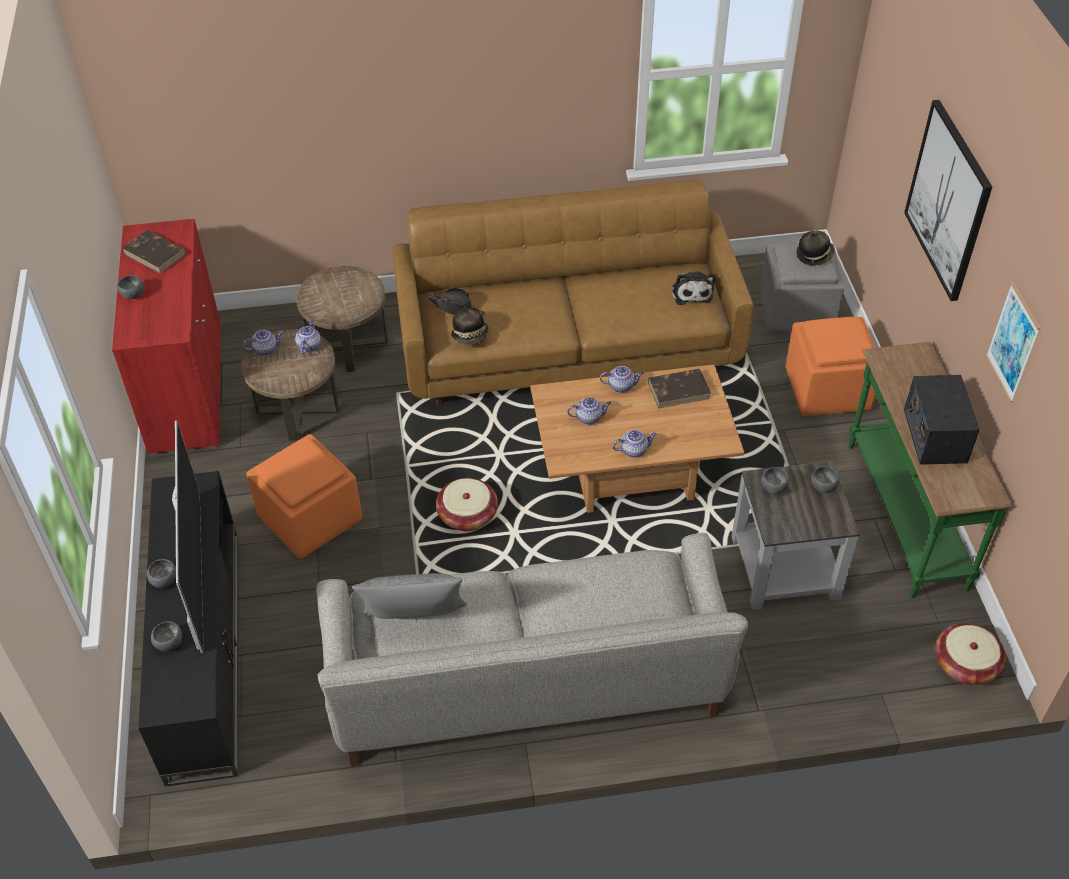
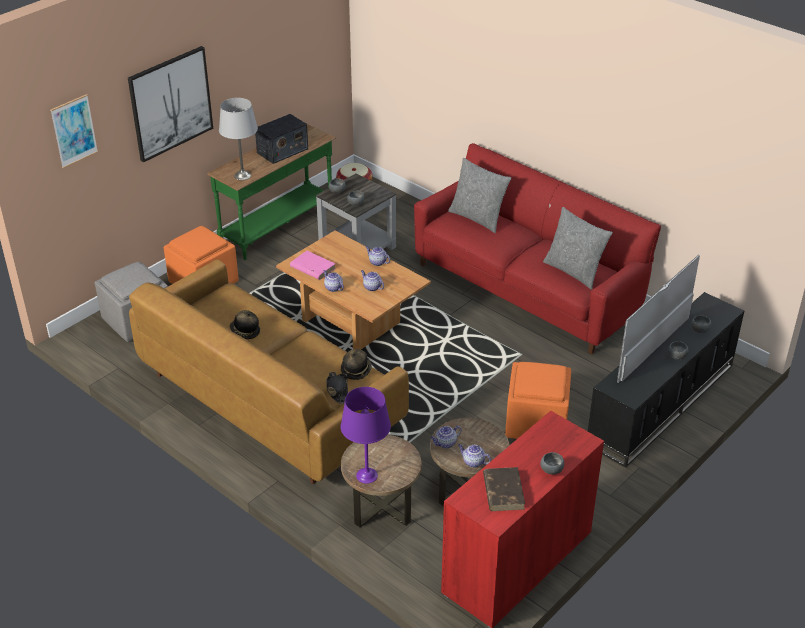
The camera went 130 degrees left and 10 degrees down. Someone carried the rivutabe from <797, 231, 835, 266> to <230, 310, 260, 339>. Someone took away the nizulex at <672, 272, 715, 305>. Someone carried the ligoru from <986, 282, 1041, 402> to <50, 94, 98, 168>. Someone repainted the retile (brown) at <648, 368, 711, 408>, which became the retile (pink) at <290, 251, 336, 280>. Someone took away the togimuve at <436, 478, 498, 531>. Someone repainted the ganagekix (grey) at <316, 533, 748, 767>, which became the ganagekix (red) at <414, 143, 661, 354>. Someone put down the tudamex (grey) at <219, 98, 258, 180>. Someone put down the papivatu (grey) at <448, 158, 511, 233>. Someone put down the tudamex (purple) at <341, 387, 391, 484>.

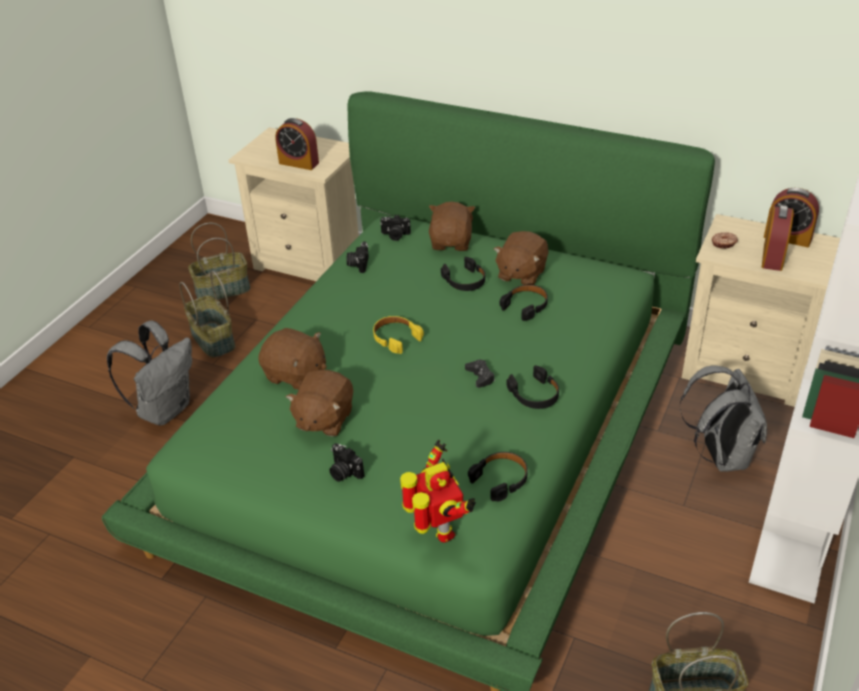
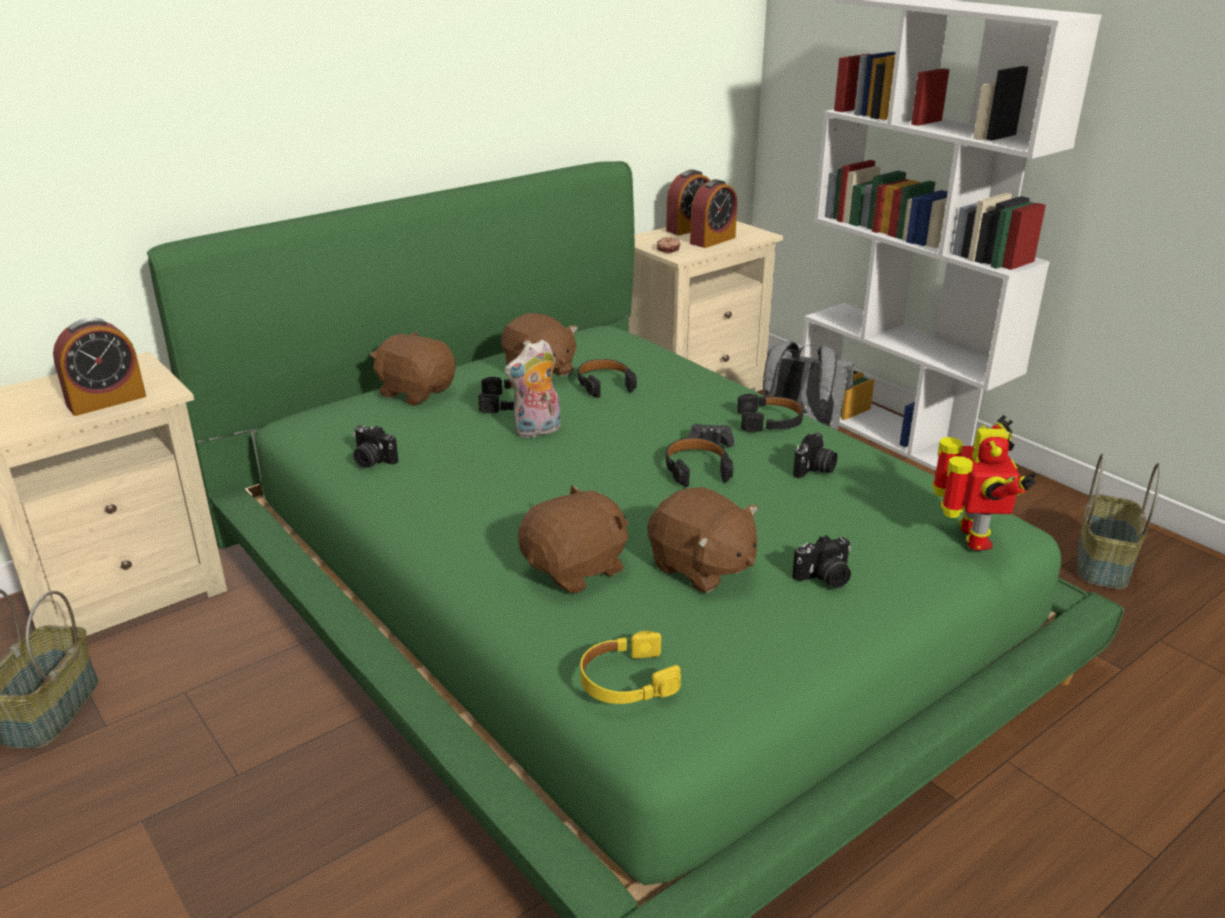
The camera went 65 degrees left and 10 degrees down. Someone rotated the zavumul at <762, 205, 794, 271> by 90 degrees clockwise. Someone carried the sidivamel from <380, 215, 411, 241> to <793, 432, 838, 478>. Someone took away the togimuve at <179, 271, 235, 358>. Someone carried the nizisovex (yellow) from <373, 316, 424, 354> to <580, 631, 681, 704>. Someone took away the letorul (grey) at <107, 320, 192, 425>. Someone rotated the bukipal at <400, 439, 476, 543> by 90 degrees clockwise. Someone carried the nizisovex (black) from <468, 452, 528, 502> to <666, 438, 733, 487>. Someone put down the nizulex at <504, 340, 561, 438>.

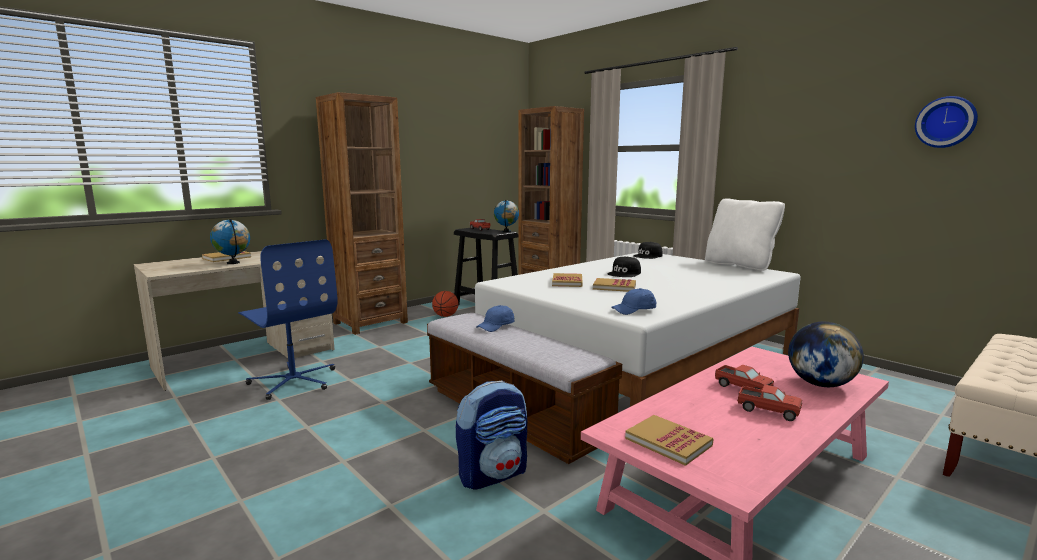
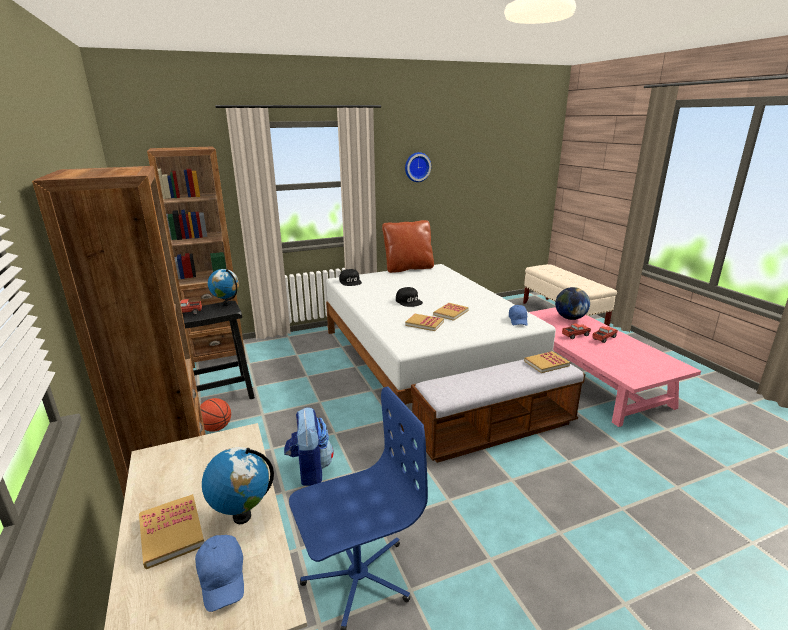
The camera went 70 degrees left and 10 degrees up. Someone carried the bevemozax from <915, 96, 978, 148> to <405, 152, 431, 182>. Someone repainted the papivatu (white) at <705, 198, 785, 271>, which became the papivatu (brown) at <382, 220, 434, 273>. Someone carried the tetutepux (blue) from <476, 305, 514, 332> to <195, 535, 244, 612>. Someone carried the letorul from <456, 380, 527, 490> to <284, 407, 334, 486>. Someone carried the retile from <625, 415, 713, 466> to <524, 351, 570, 373>.

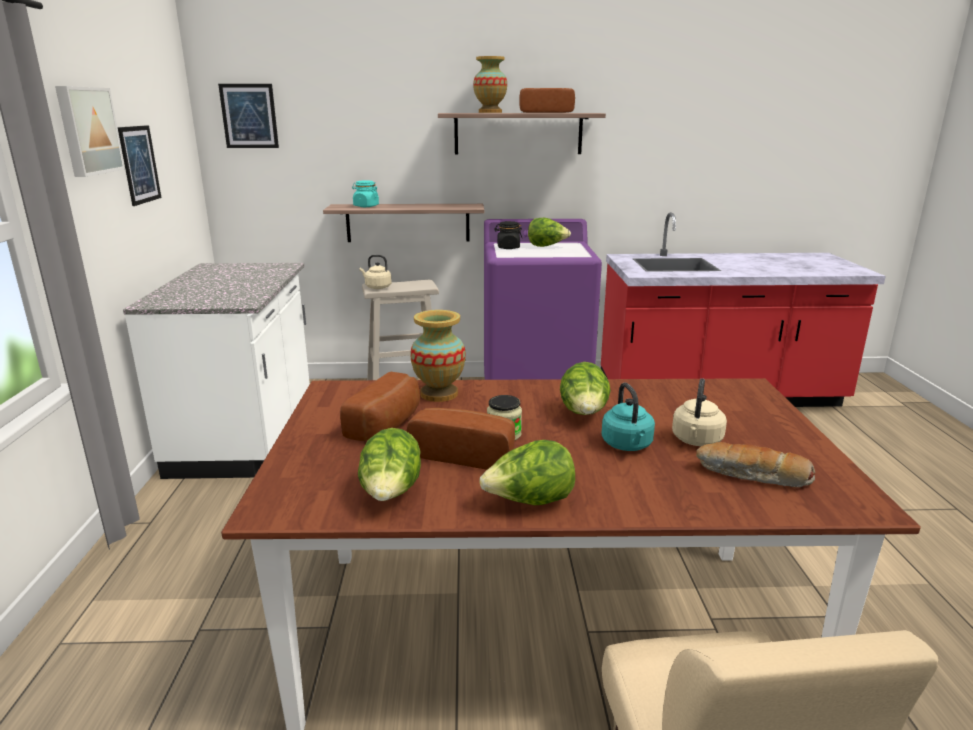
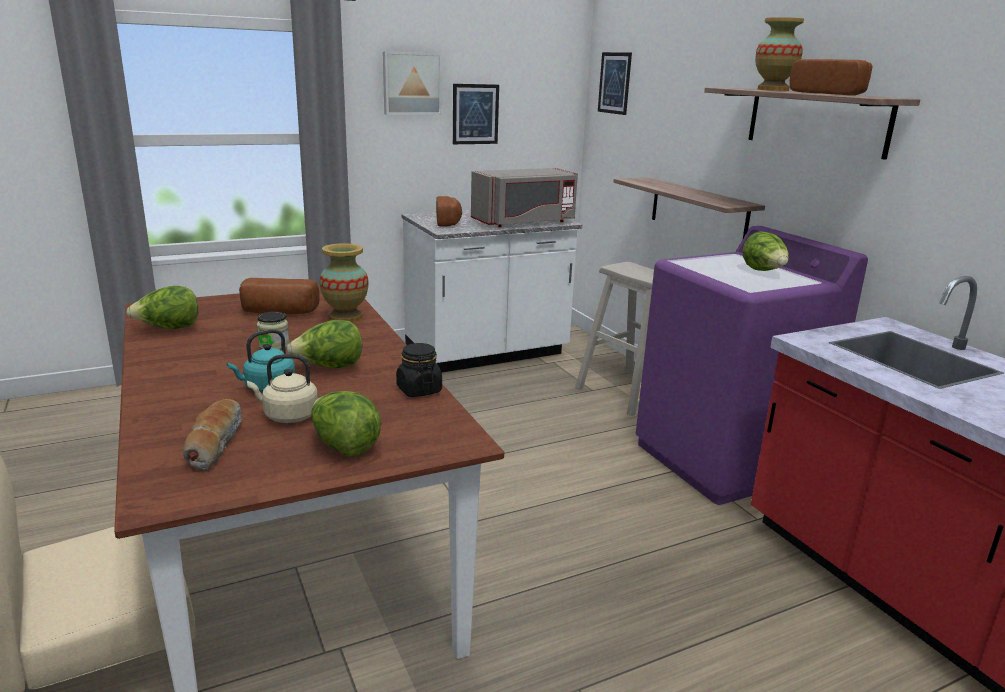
The camera went 65 degrees right and 0 degrees up. Someone took away the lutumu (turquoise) at <352, 180, 379, 207>. Someone carried the lutumu (black) from <494, 221, 522, 249> to <396, 343, 442, 397>. Someone took away the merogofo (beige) at <360, 255, 392, 289>. Someone carried the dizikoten from <406, 408, 515, 470> to <436, 196, 462, 227>. Someone carried the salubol from <480, 440, 575, 505> to <311, 391, 381, 456>. Someone put down the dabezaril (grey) at <471, 168, 578, 227>.

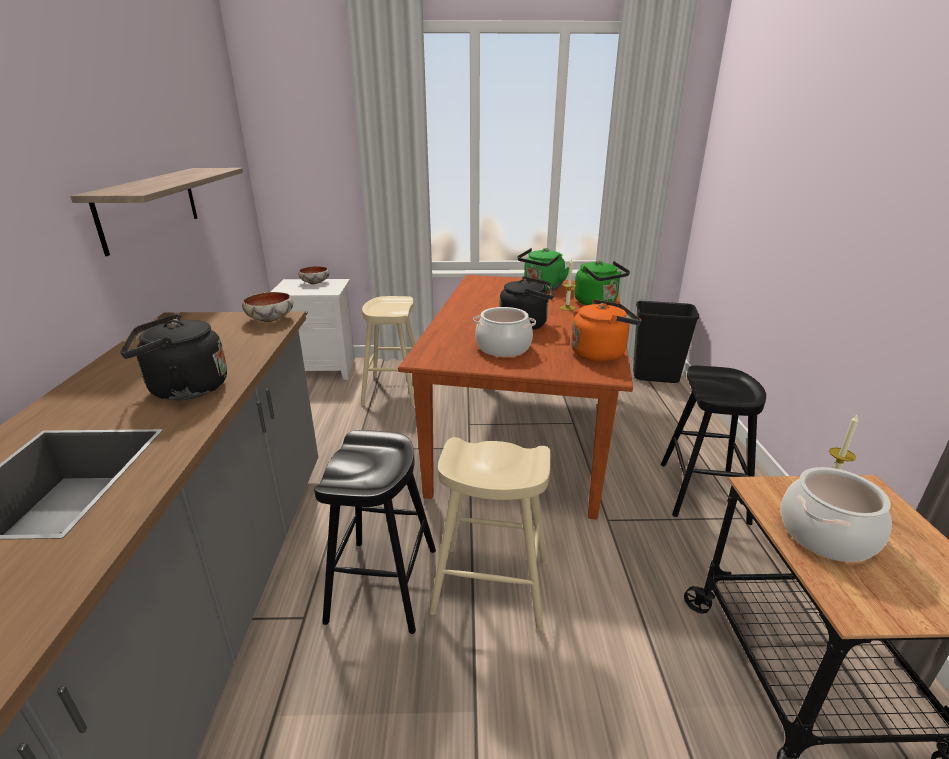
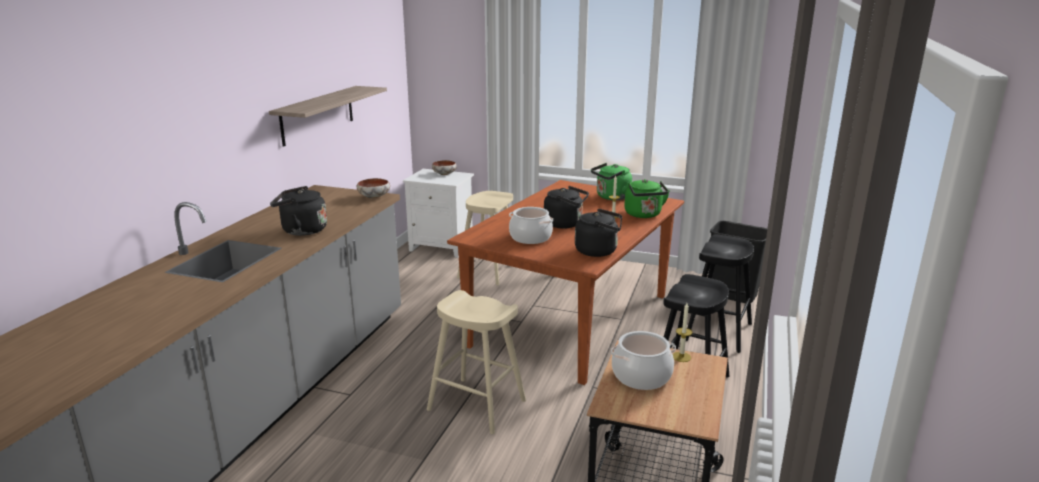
The camera went 20 degrees right and 5 degrees down. Someone repainted the merogofo (orange) at <571, 299, 642, 362>, which became the merogofo (black) at <575, 209, 622, 257>. Someone carried the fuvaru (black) from <314, 430, 436, 634> to <686, 235, 754, 353>.

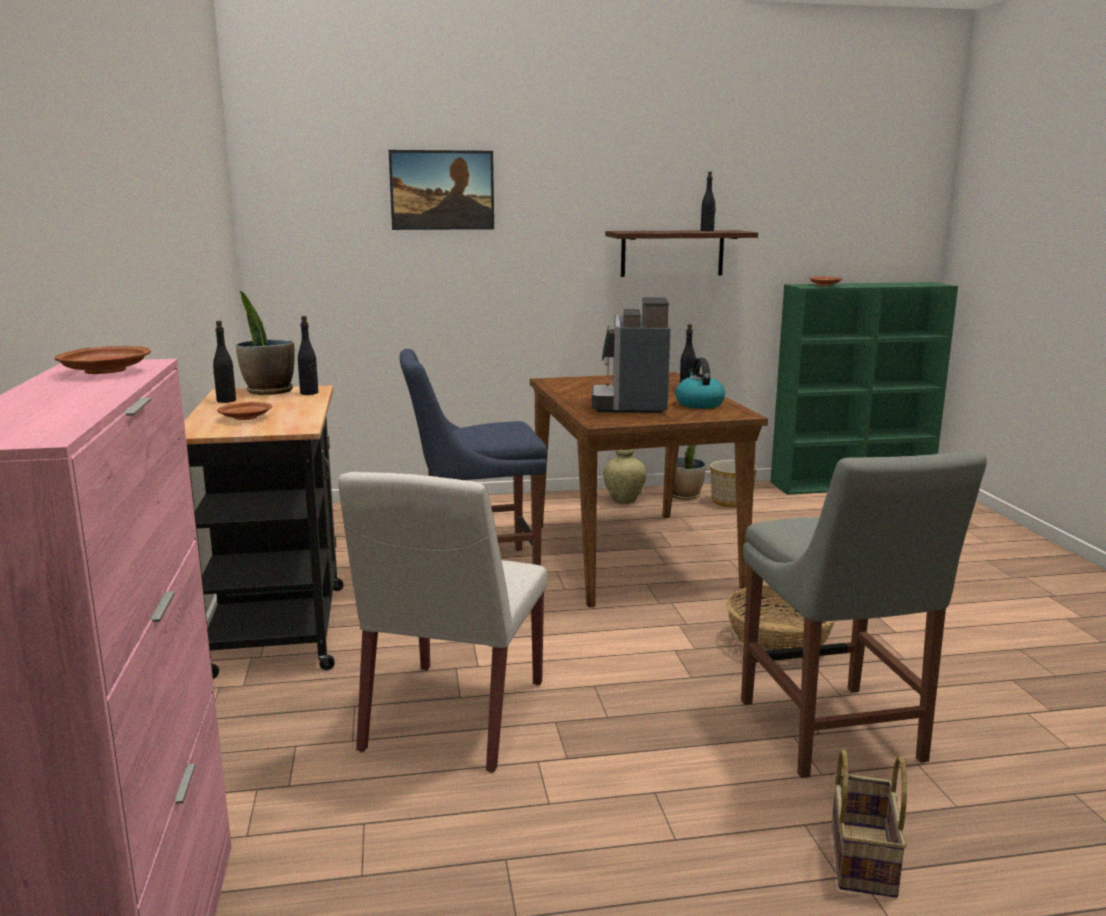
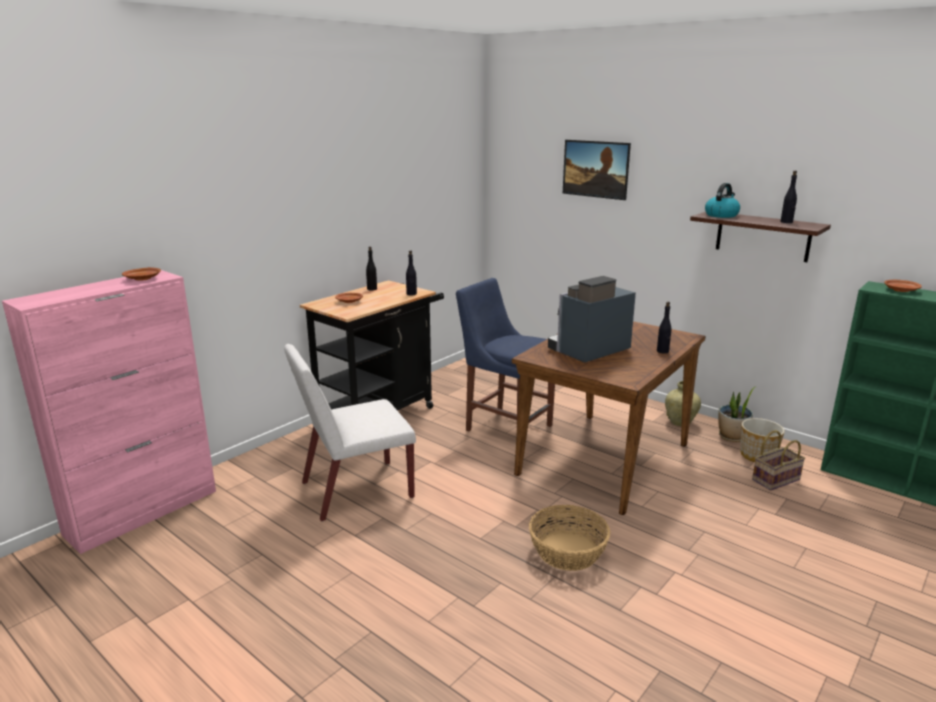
The camera went 50 degrees right and 5 degrees up. Someone took away the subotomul at <236, 291, 295, 395>. Someone carried the merogofo from <675, 358, 725, 409> to <705, 183, 740, 218>. Someone took away the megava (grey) at <741, 451, 987, 778>. Someone carried the togimuve from <832, 750, 907, 898> to <752, 430, 805, 490>.

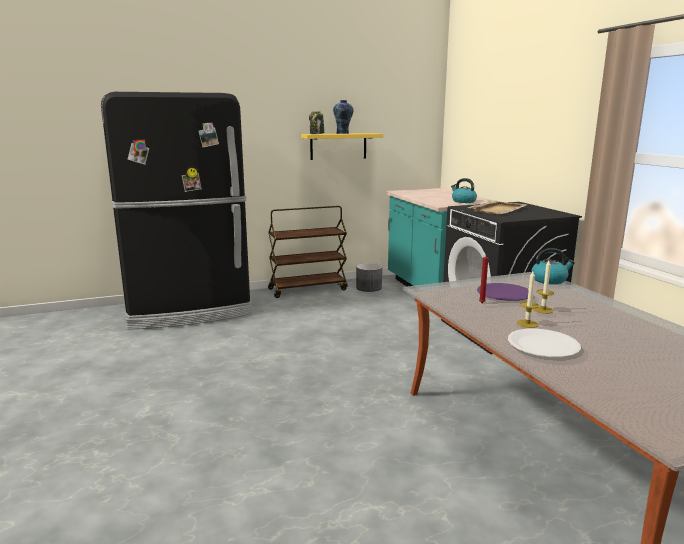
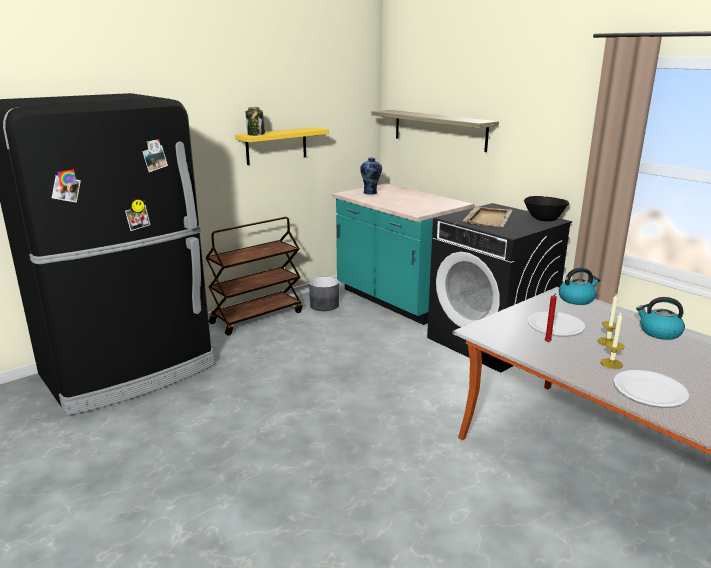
The camera went 20 degrees left and 5 degrees up. Someone carried the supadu from <333, 100, 353, 134> to <360, 158, 382, 195>. Someone carried the merogofo from <451, 178, 477, 203> to <636, 297, 685, 340>. Someone repainted the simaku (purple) at <477, 283, 529, 301>, which became the simaku (white) at <527, 311, 585, 336>. Someone put up the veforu at <371, 110, 499, 152>. Someone put down the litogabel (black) at <524, 196, 569, 221>.

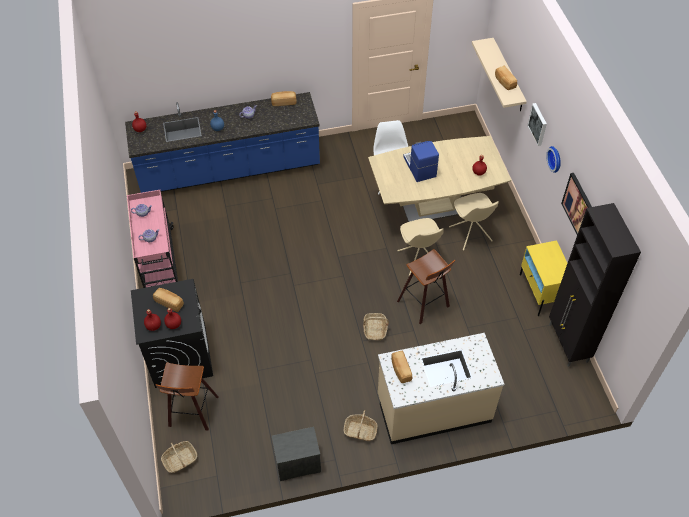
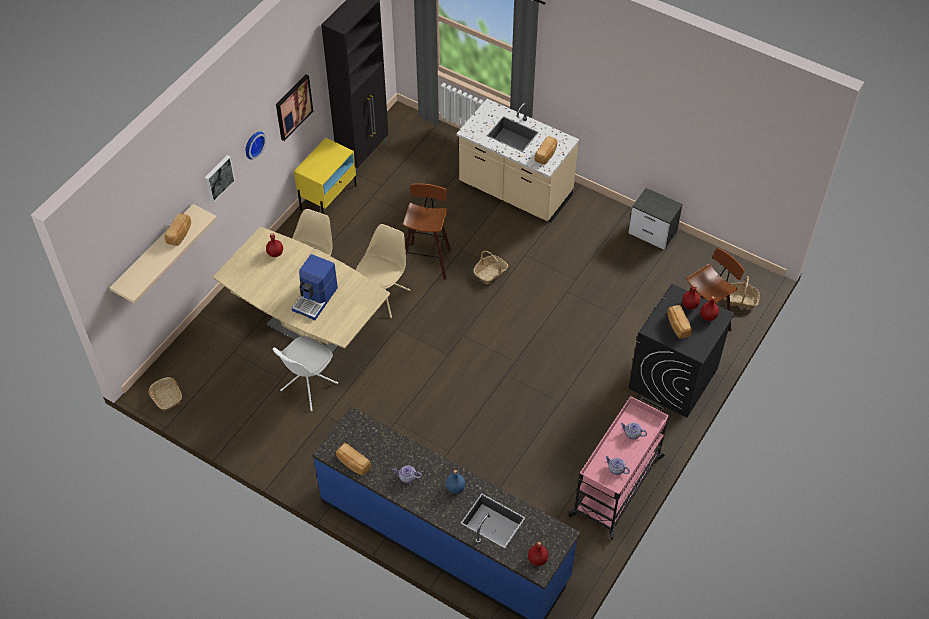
The camera went 135 degrees left and 0 degrees up. Someone carried the togimuve from <344, 410, 378, 441> to <148, 377, 182, 411>.

